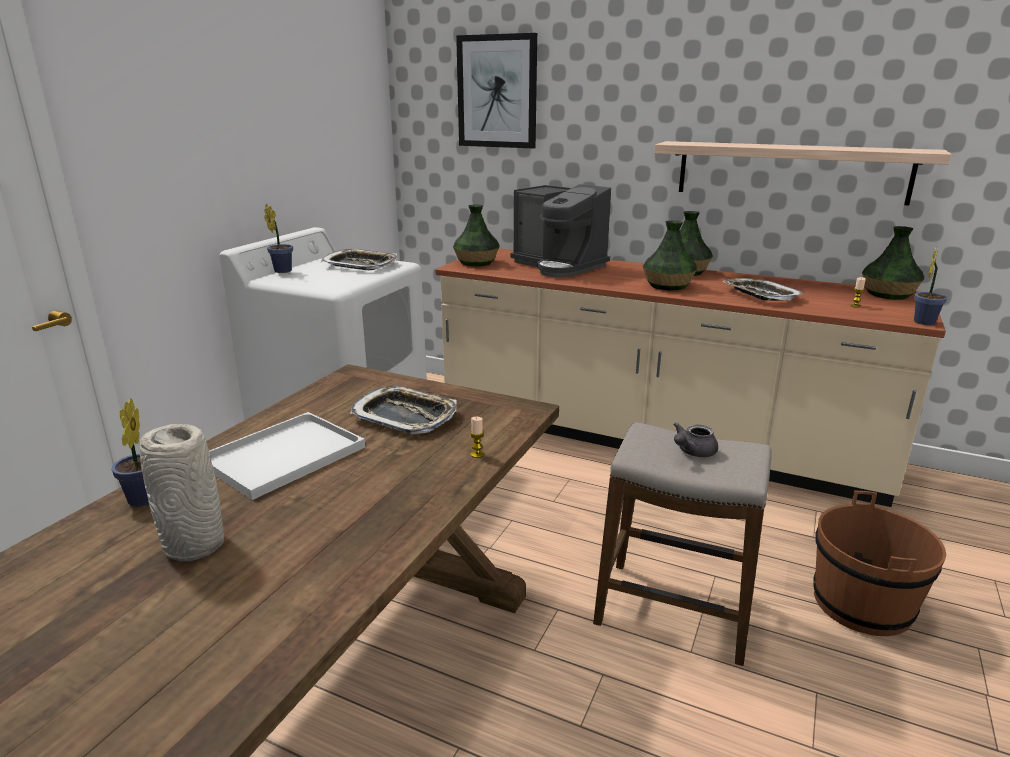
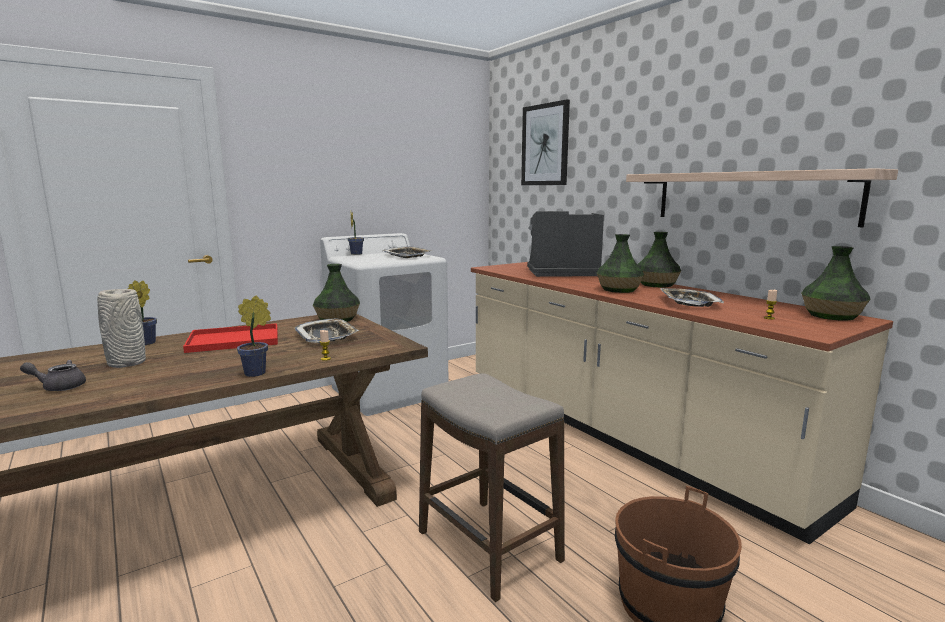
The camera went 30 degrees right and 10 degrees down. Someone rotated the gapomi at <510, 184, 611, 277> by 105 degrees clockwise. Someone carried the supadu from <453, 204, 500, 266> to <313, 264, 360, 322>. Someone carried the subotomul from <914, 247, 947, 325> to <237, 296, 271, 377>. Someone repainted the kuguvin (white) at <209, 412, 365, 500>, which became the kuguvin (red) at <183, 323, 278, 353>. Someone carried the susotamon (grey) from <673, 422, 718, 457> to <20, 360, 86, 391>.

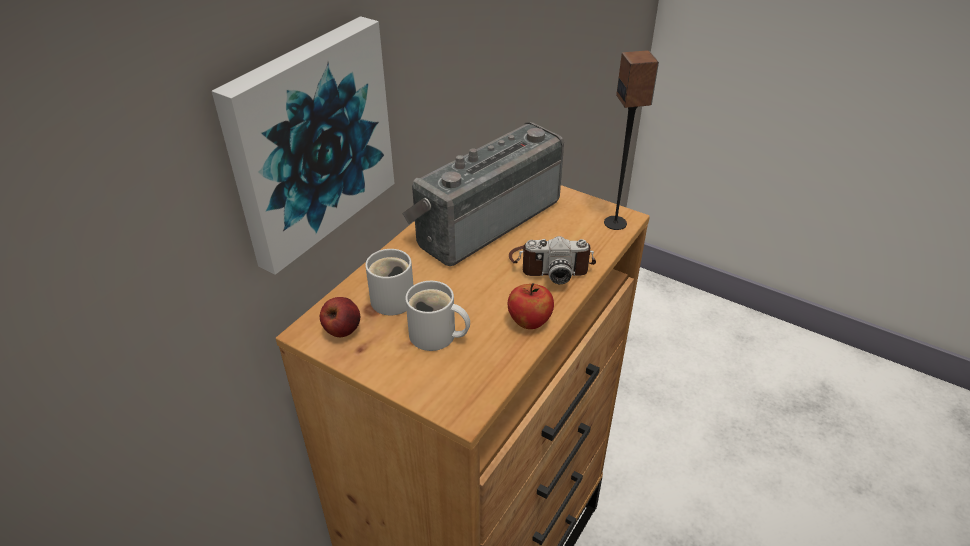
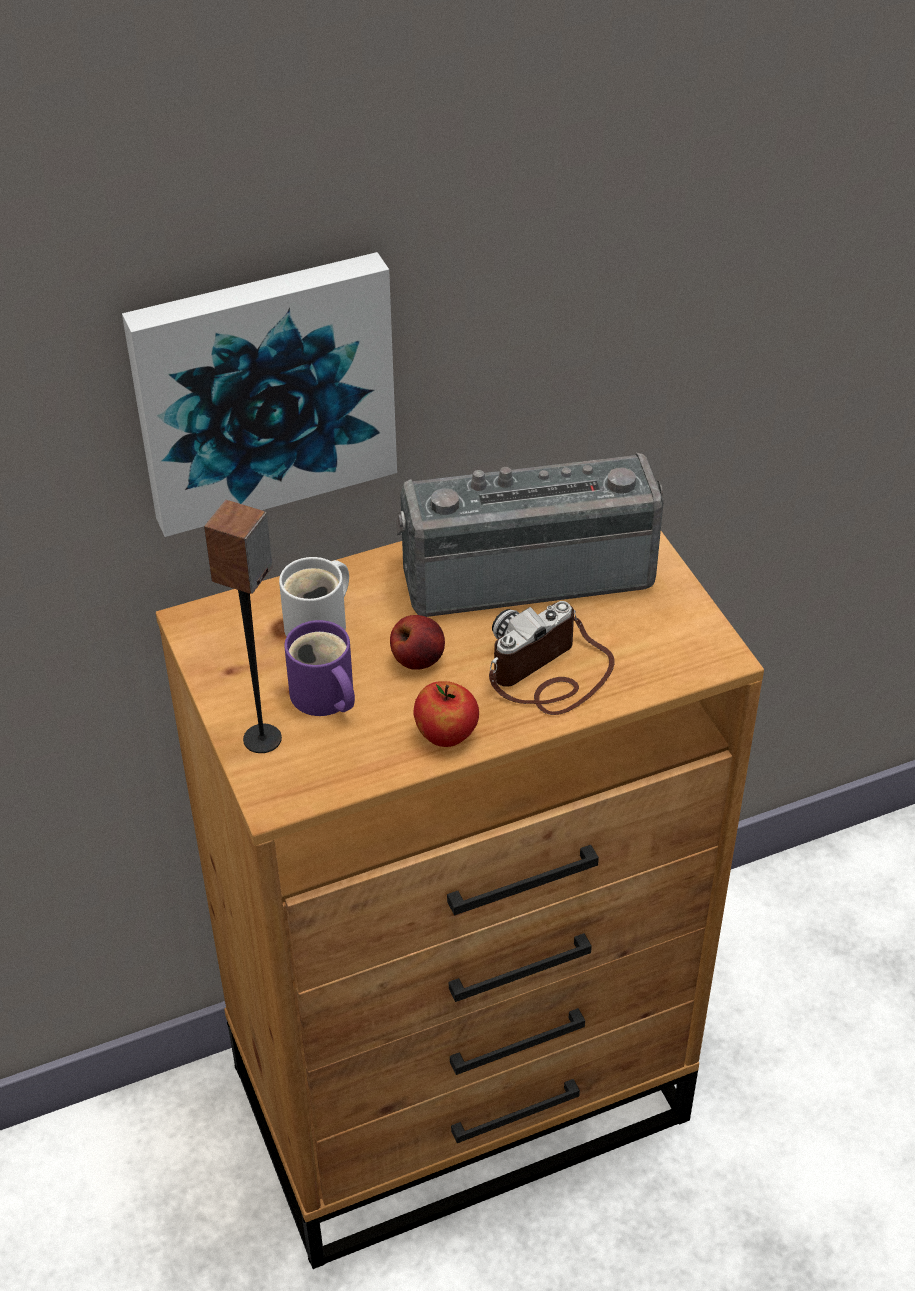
The camera went 35 degrees right and 5 degrees up. Someone carried the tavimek from <604, 50, 659, 230> to <204, 500, 282, 753>. Someone rotated the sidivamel at <509, 236, 596, 284> by 105 degrees clockwise. Someone repainted the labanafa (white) at <405, 281, 470, 351>, which became the labanafa (purple) at <284, 620, 355, 716>. Someone carried the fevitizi from <320, 297, 360, 337> to <390, 615, 445, 670>.

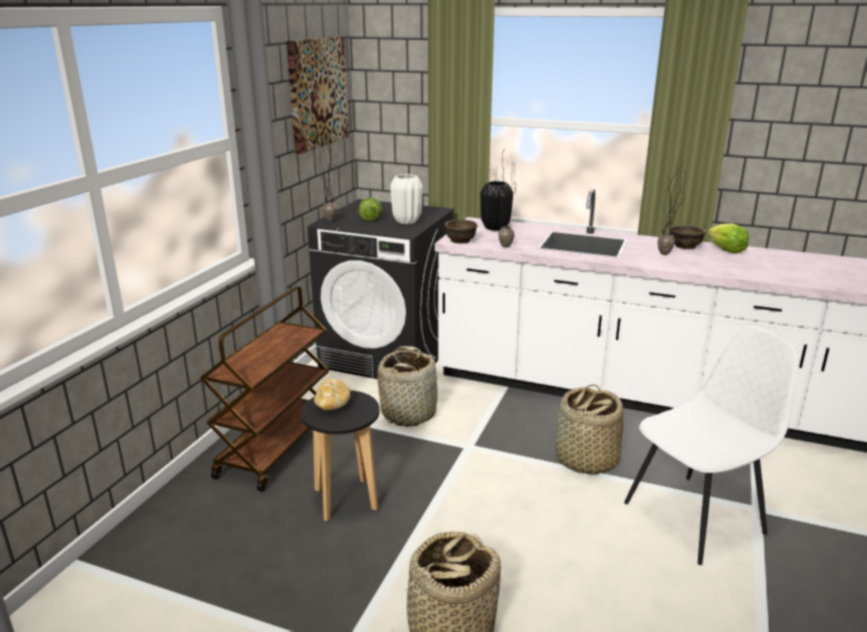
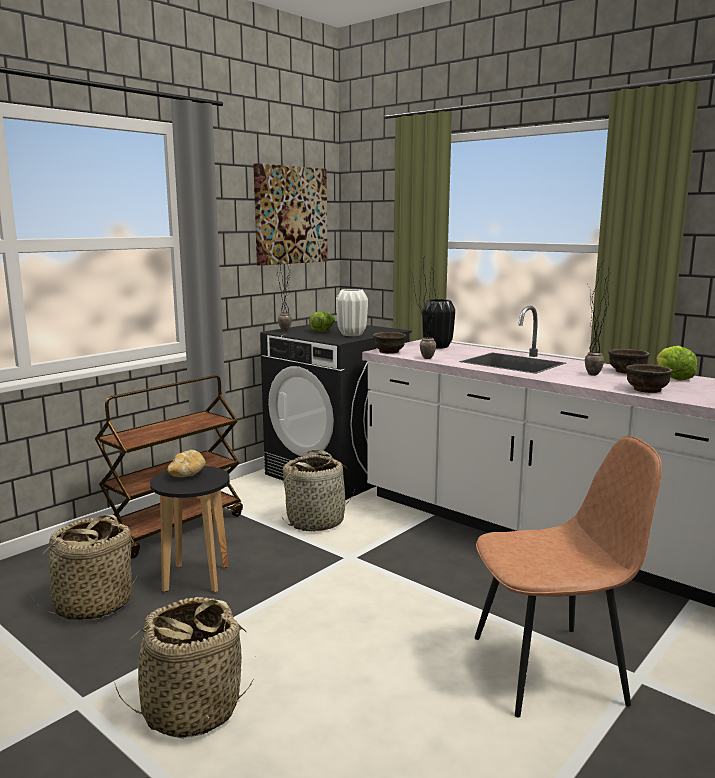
The camera went 20 degrees right and 10 degrees down. Someone repainted the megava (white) at <624, 325, 800, 565>, which became the megava (brown) at <475, 436, 662, 717>. Someone carried the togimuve from <555, 384, 624, 474> to <29, 515, 139, 620>. Someone put down the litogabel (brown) at <626, 364, 673, 393>.

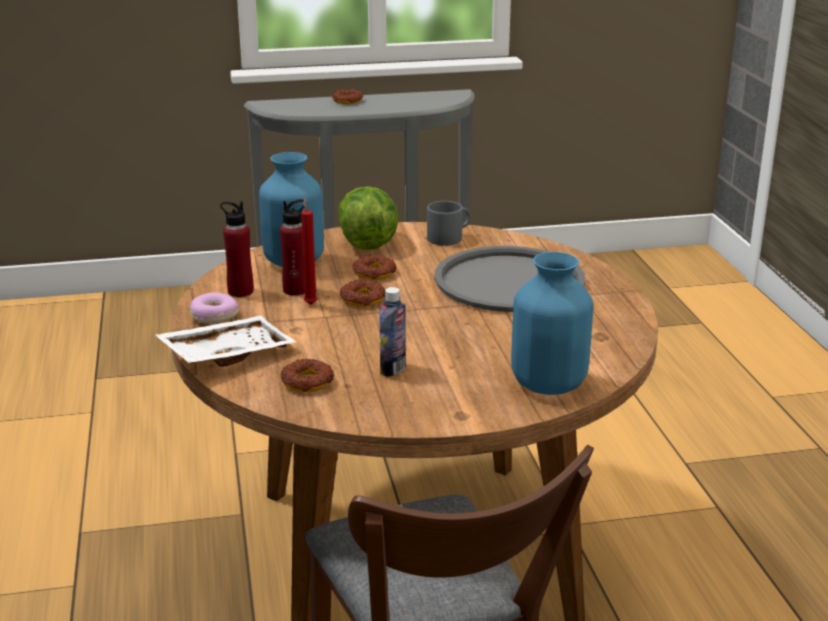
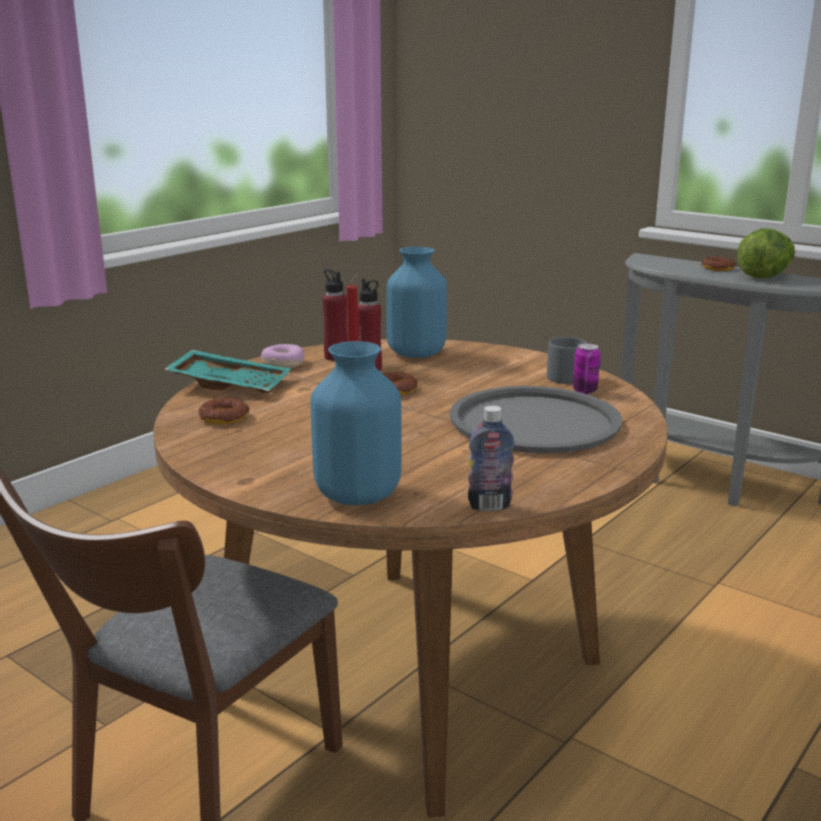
The camera went 50 degrees right and 5 degrees down. Someone carried the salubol from <338, 186, 398, 250> to <737, 228, 795, 278>. Someone took away the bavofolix at <352, 255, 397, 280>. Someone carried the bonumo from <379, 287, 406, 377> to <468, 406, 515, 511>. Someone repainted the kuguvin (white) at <155, 316, 297, 367>, which became the kuguvin (turquoise) at <165, 349, 291, 394>. Someone put down the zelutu at <573, 343, 600, 394>.

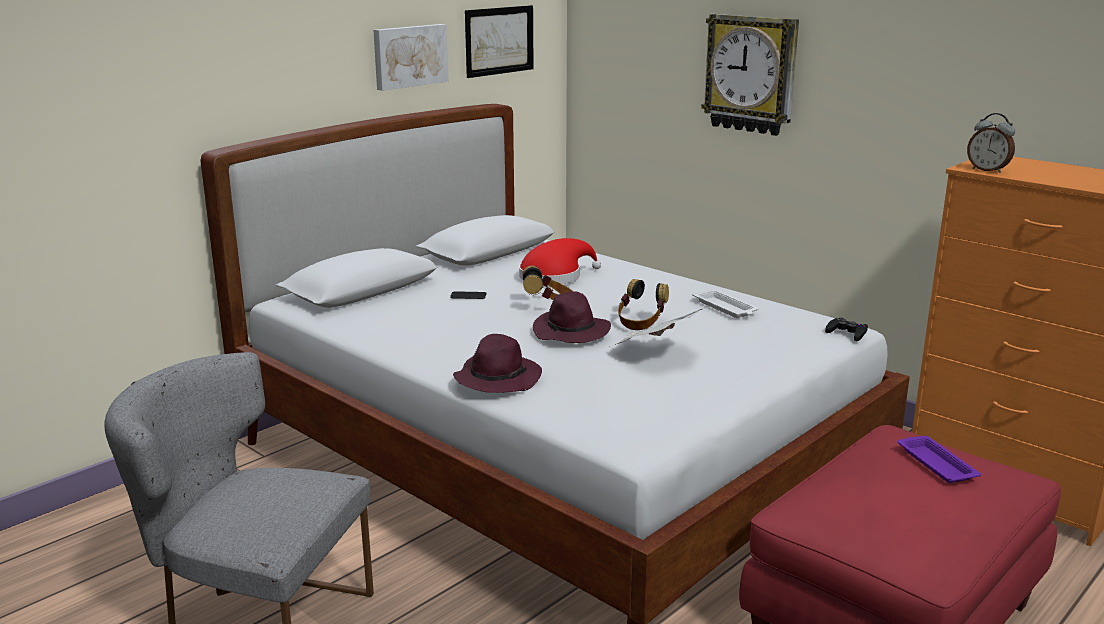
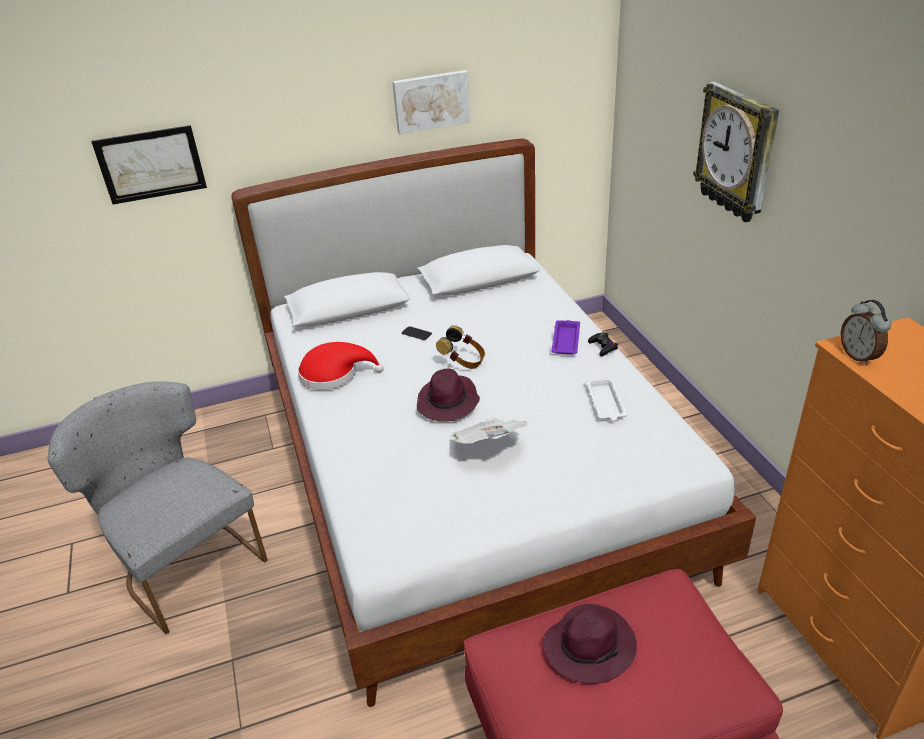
The camera went 30 degrees right and 15 degrees up. Someone carried the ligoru from <465, 5, 534, 78> to <91, 125, 207, 204>. Someone carried the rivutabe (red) from <519, 238, 601, 284> to <298, 342, 384, 390>. Someone took away the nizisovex at <618, 279, 669, 330>. Someone carried the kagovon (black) from <825, 318, 868, 341> to <588, 332, 618, 356>. Someone carried the rivutabe (purple) from <453, 334, 542, 393> to <544, 604, 637, 684>. Someone carried the kuguvin (purple) from <897, 436, 981, 483> to <552, 320, 580, 354>.

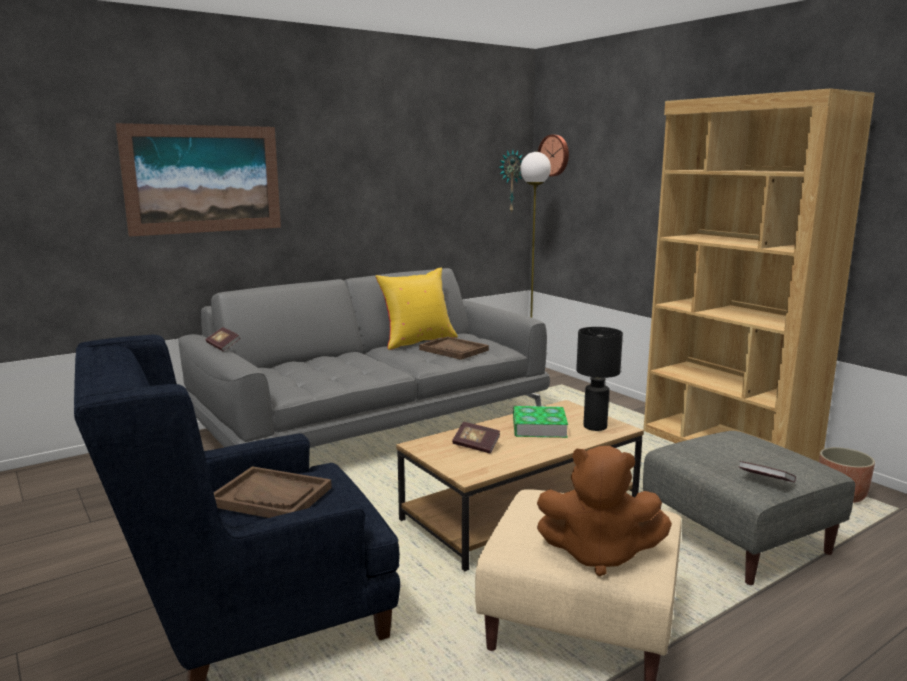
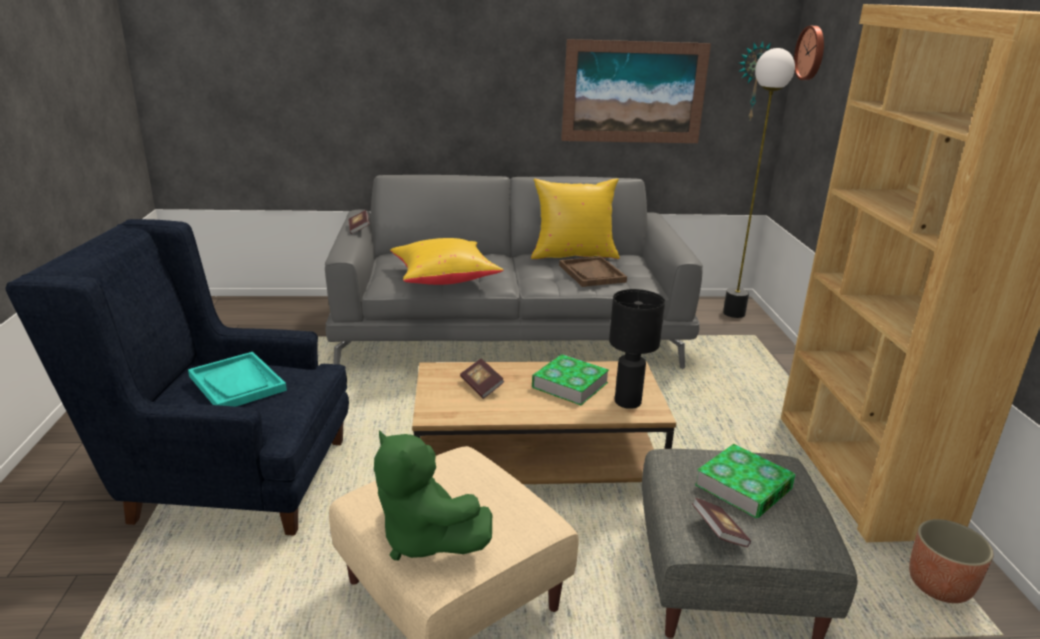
The camera went 30 degrees right and 10 degrees up. Someone carried the ligoru from <116, 123, 281, 237> to <561, 39, 711, 143>. Someone repainted the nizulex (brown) at <537, 446, 672, 576>, which became the nizulex (green) at <374, 430, 492, 560>. Someone repainted the kuguvin (brown) at <214, 466, 332, 518>, which became the kuguvin (turquoise) at <188, 352, 287, 407>. Someone put down the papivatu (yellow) at <390, 238, 503, 285>. Someone put down the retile at <695, 444, 796, 518>.

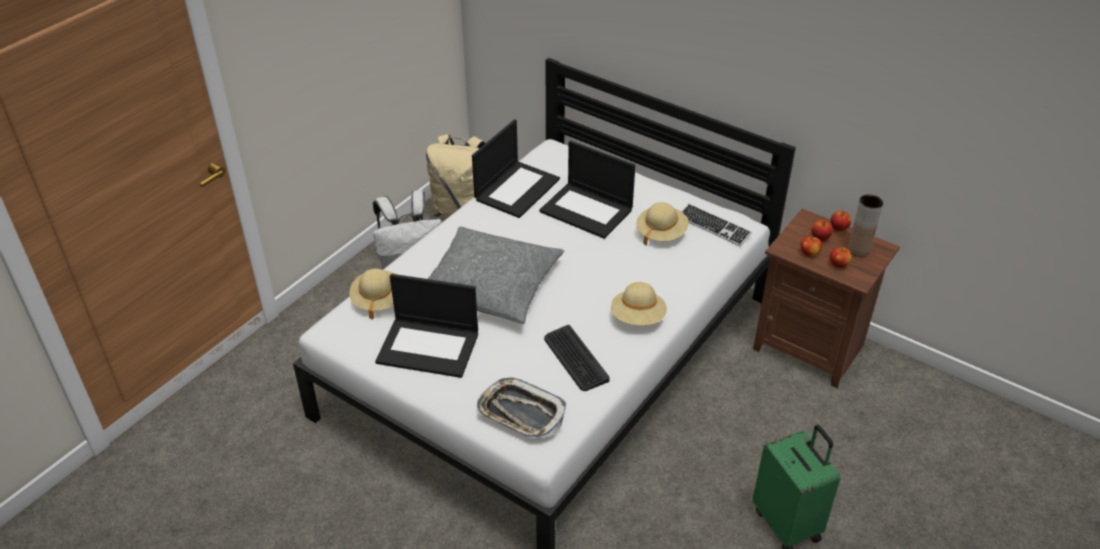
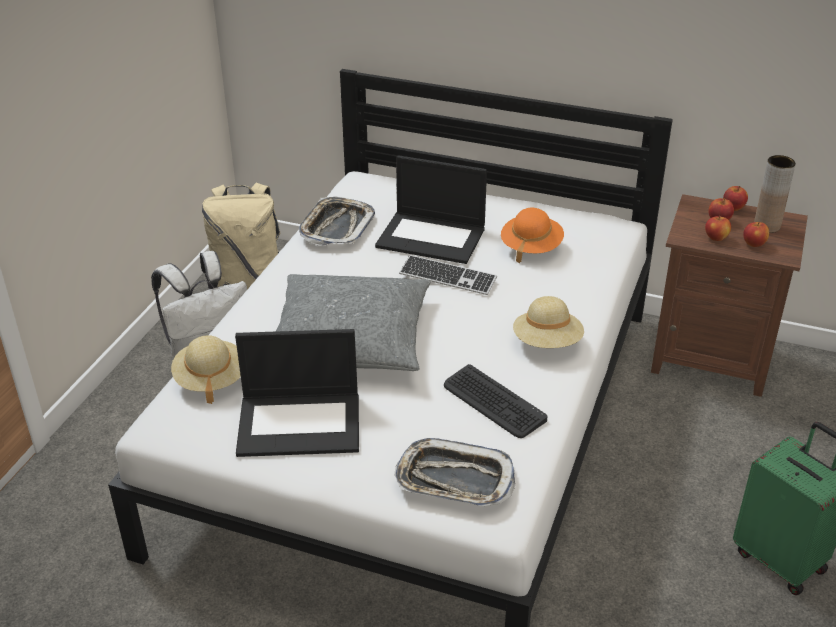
The camera went 15 degrees left and 5 degrees down. Someone swapped the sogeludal at <472, 119, 560, 218> for the kuguvin at <299, 197, 375, 246>. Someone repainted the rivutabe (beige) at <636, 202, 689, 246>, which became the rivutabe (orange) at <501, 208, 564, 263>. Someone carried the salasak from <682, 203, 752, 246> to <399, 255, 497, 295>.

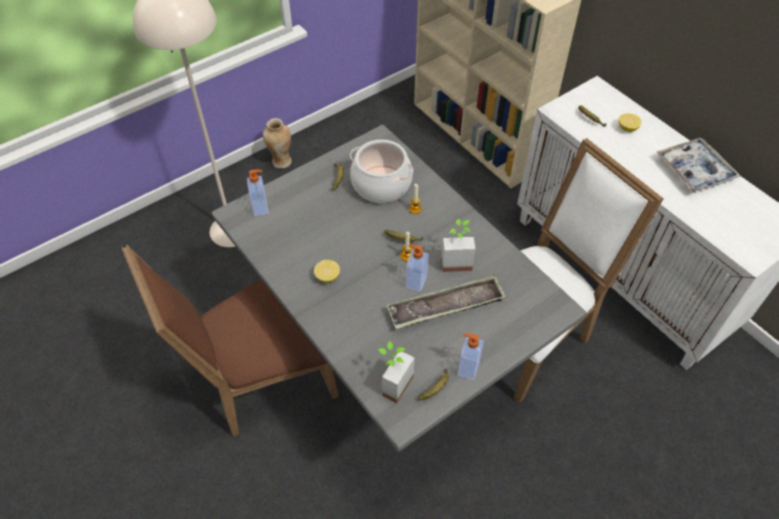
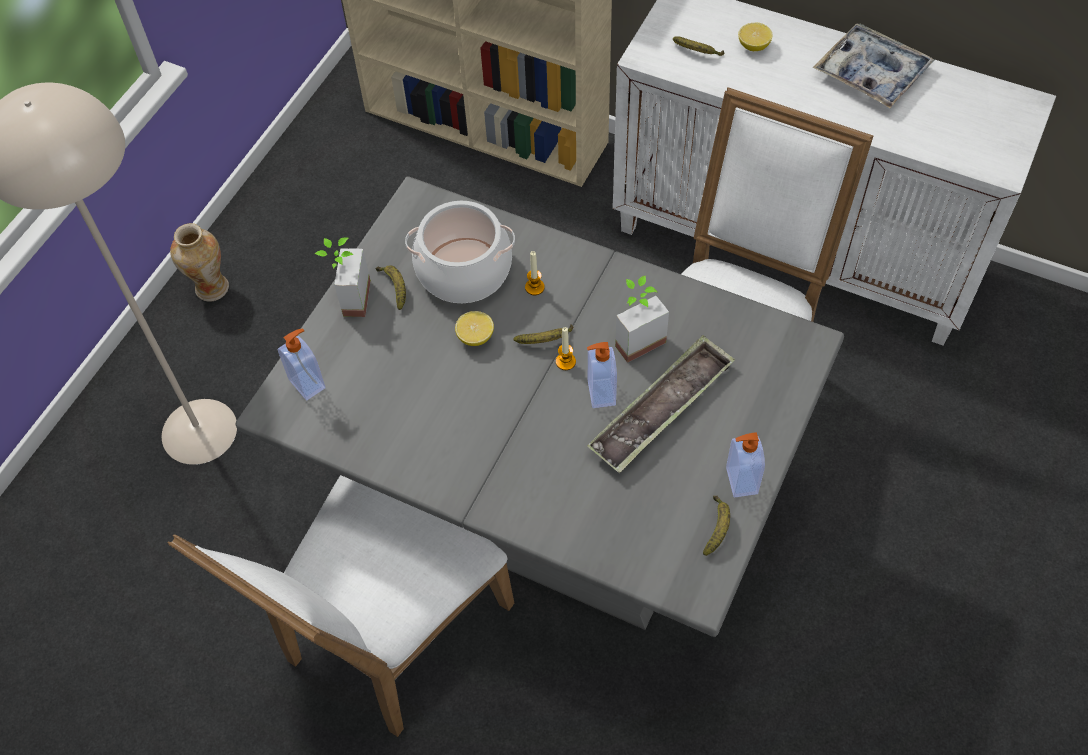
The camera went 25 degrees left and 5 degrees up. Someone repainted the megava (brown) at <122, 245, 339, 437>, which became the megava (white) at <167, 475, 514, 737>. Someone carried the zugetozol from <314, 260, 340, 283> to <455, 311, 494, 346>. Someone carried the subotomul from <378, 341, 415, 403> to <314, 237, 371, 317>.

